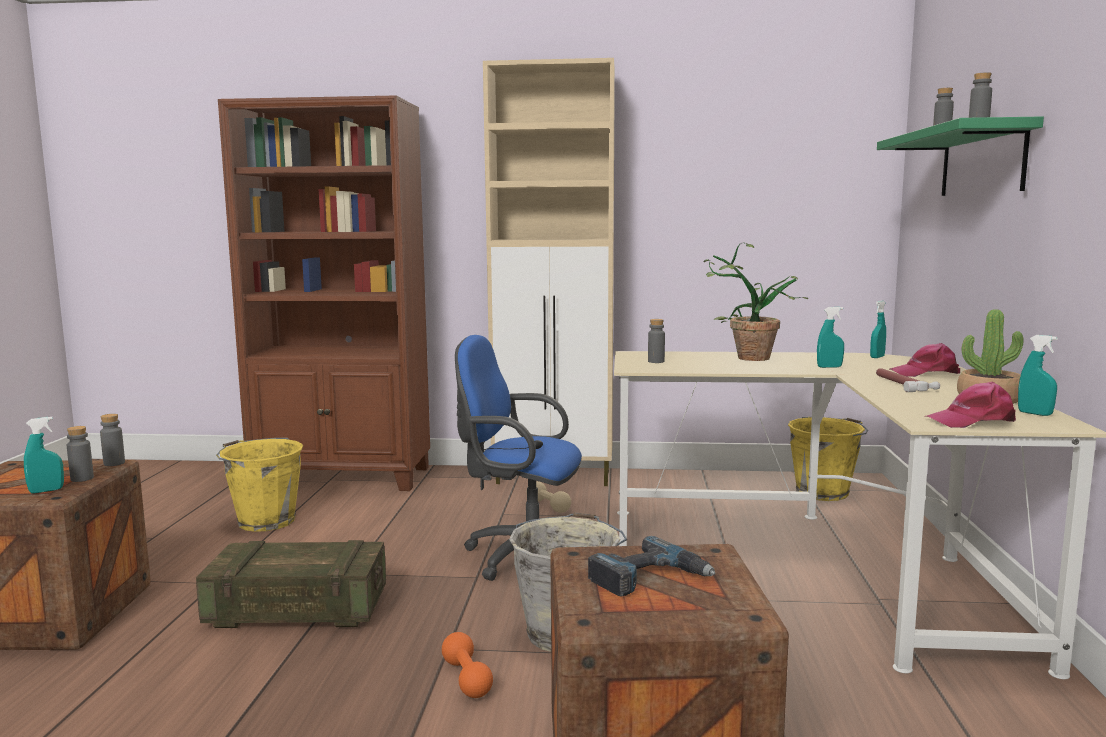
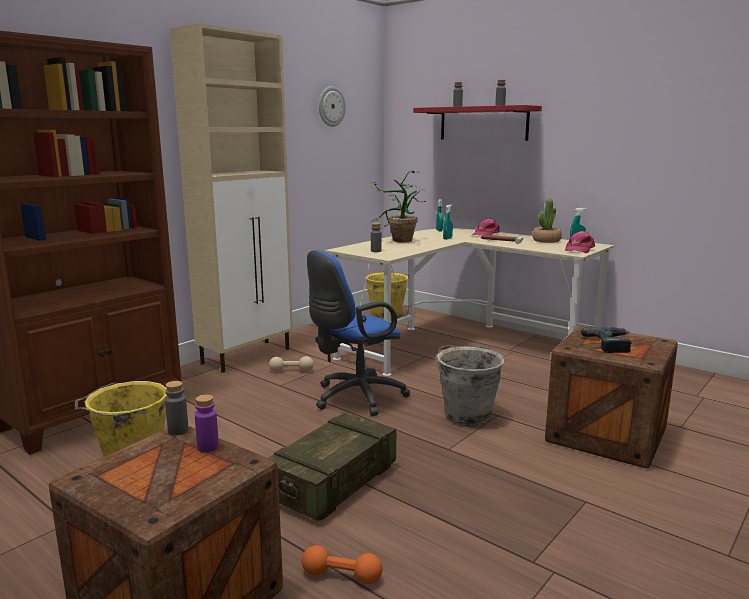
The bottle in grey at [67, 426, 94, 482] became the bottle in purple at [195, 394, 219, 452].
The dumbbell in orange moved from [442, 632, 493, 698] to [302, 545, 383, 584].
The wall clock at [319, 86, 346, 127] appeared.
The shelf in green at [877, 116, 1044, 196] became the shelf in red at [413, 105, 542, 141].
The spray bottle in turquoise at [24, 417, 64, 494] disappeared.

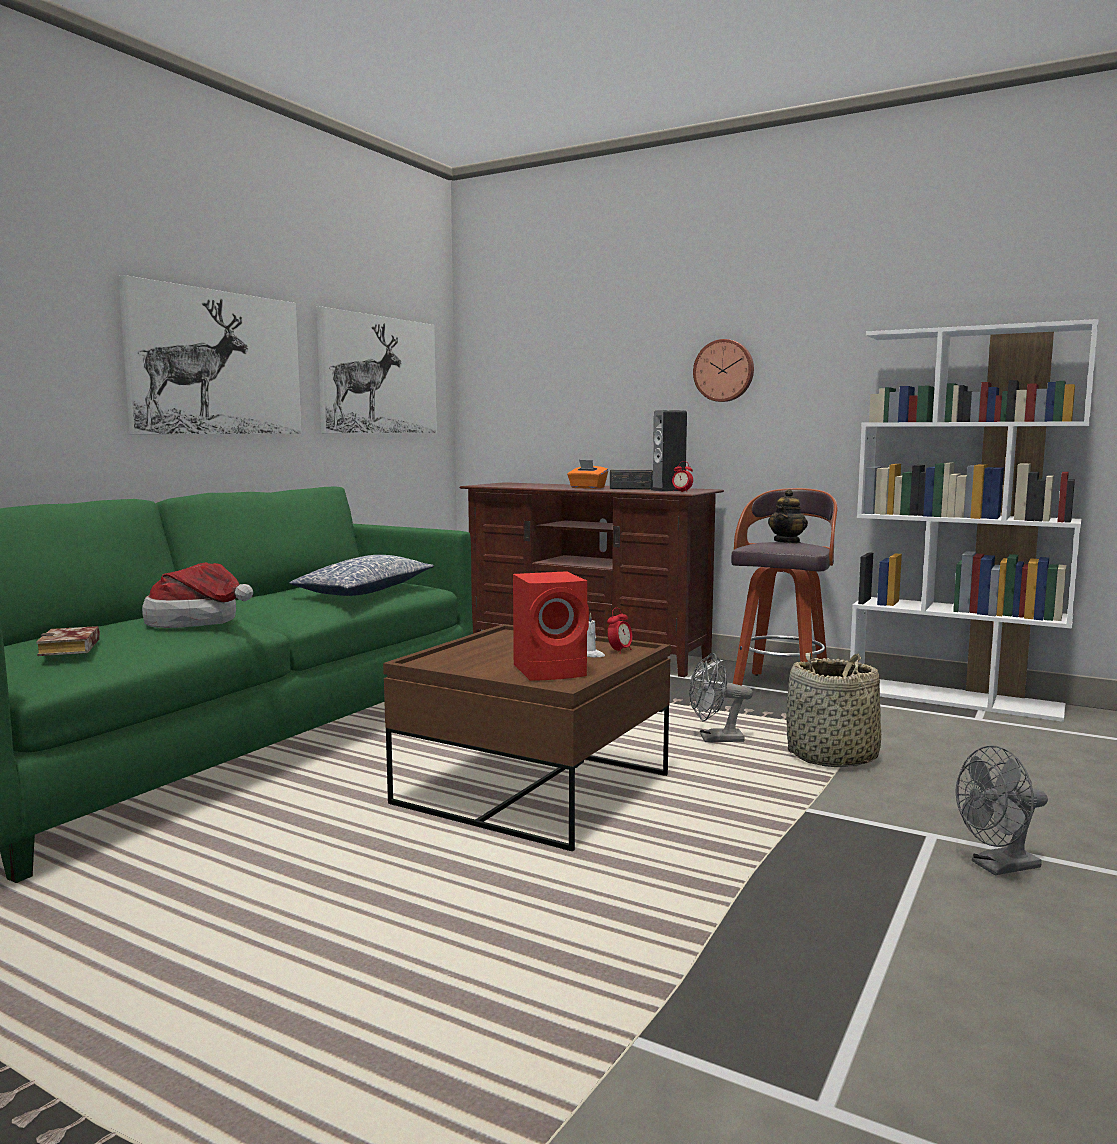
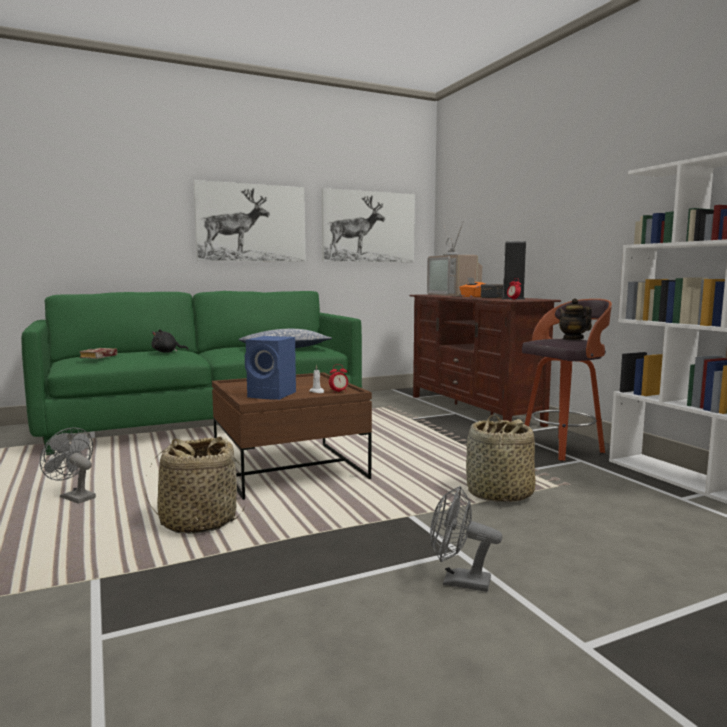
The fan in grey moved from [689, 653, 753, 742] to [40, 427, 96, 504].
The basket at [145, 437, 246, 534] appeared.
The hat at [142, 562, 253, 628] was replaced by the plush toy in black at [152, 329, 188, 352].
The speaker in red at [513, 571, 589, 681] became the speaker in blue at [245, 336, 296, 400].
The television at [427, 223, 482, 296] appeared.
The teapot at [768, 489, 808, 544] turned 90 degrees clockwise.
The wall clock at [693, 339, 754, 402] disappeared.

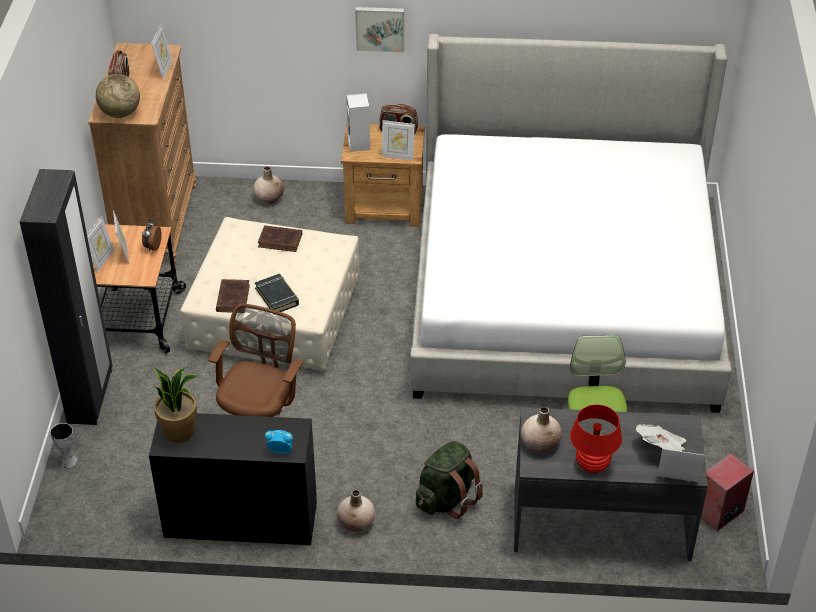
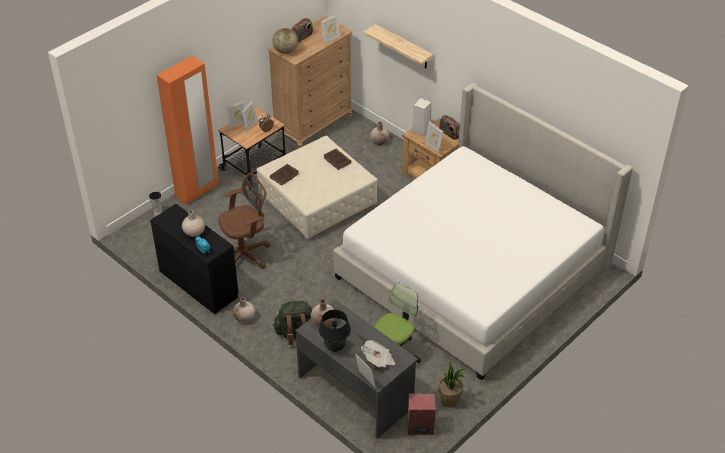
The wardrobe in black at [20, 169, 113, 425] became the wardrobe in orange at [156, 56, 219, 205].
The vase in beige at [182, 210, 205, 237] appeared.
The table lamp in red at [570, 404, 622, 473] became the table lamp in black at [319, 309, 351, 352].
The shelf at [364, 24, 433, 68] appeared.
The potted plant moved from [153, 368, 197, 443] to [438, 360, 466, 407].
The book in black at [255, 274, 299, 315] disappeared.
The picture at [355, 7, 404, 53] disappeared.

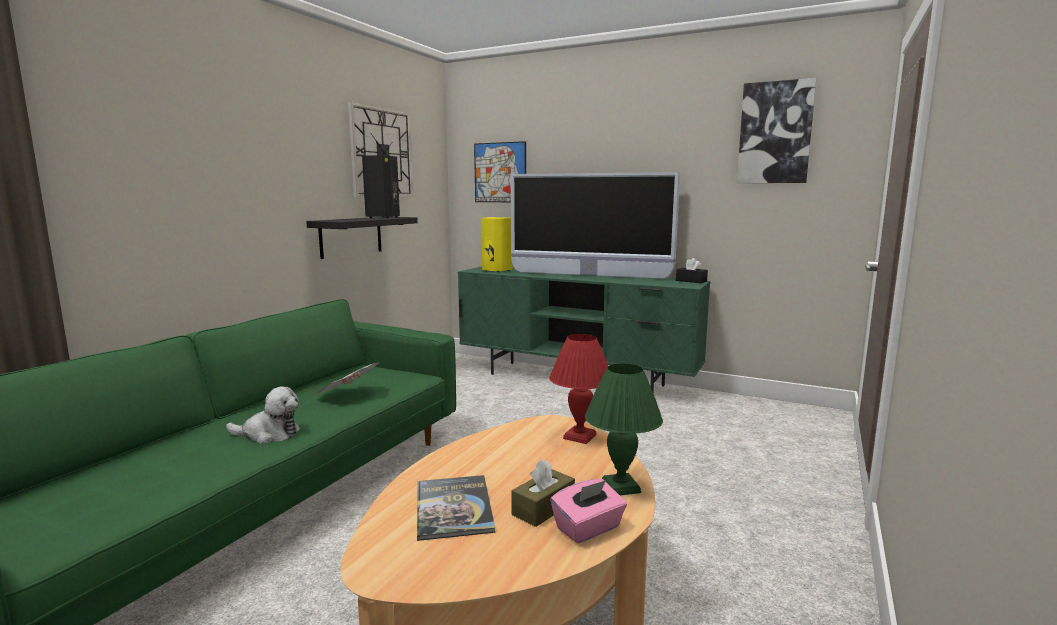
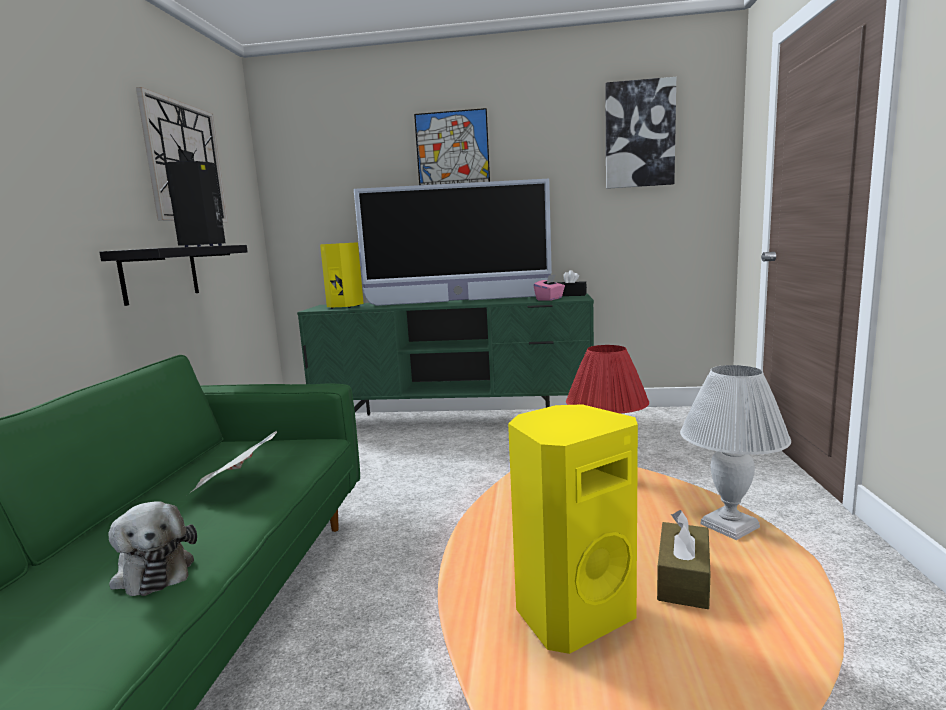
The plush toy at [226, 386, 300, 444] turned 75 degrees clockwise.
The picture moved from [474, 141, 526, 202] to [414, 108, 490, 185].
The book at [417, 475, 495, 541] was replaced by the speaker in yellow at [508, 404, 638, 654].
The tissue box in pink moved from [550, 479, 627, 544] to [534, 274, 565, 301].
The table lamp in green at [585, 363, 663, 495] became the table lamp in white at [680, 365, 791, 540].

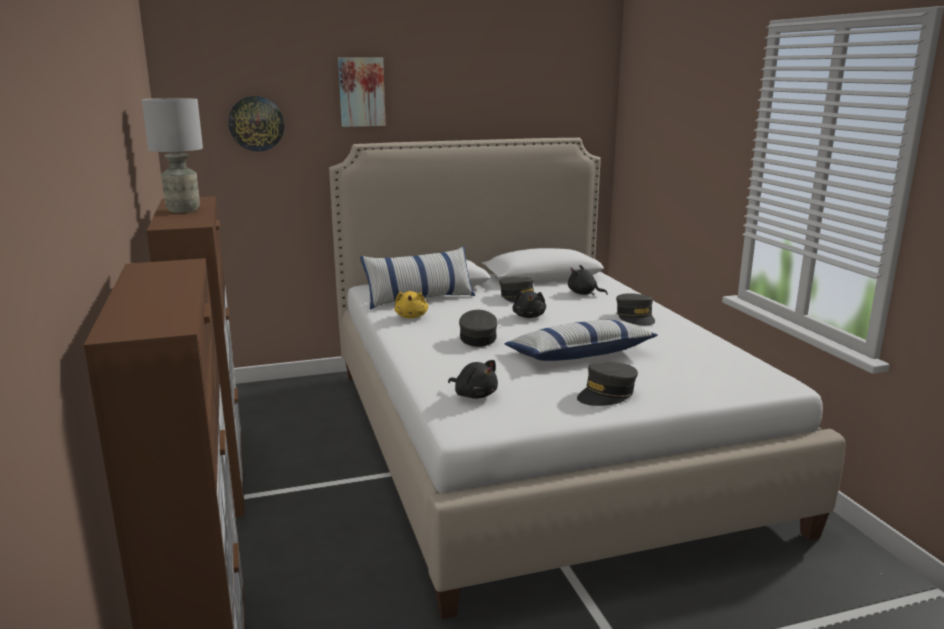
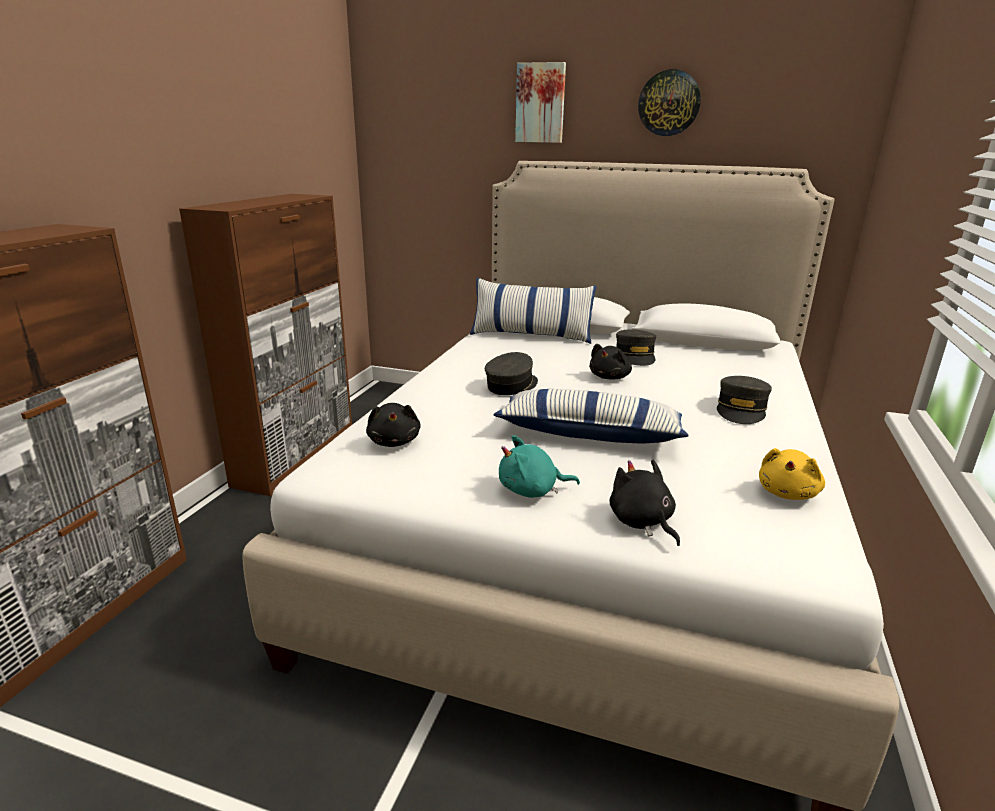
The cap in grey at [577, 362, 638, 406] was replaced by the plush toy in turquoise at [499, 435, 580, 498].
The plush toy in black moved from [568, 265, 608, 295] to [609, 460, 680, 546].
The wall clock moved from [229, 96, 284, 152] to [638, 69, 701, 136].
The plush toy in yellow moved from [395, 291, 428, 318] to [759, 448, 825, 500].
The table lamp in grey at [142, 98, 203, 213] disappeared.

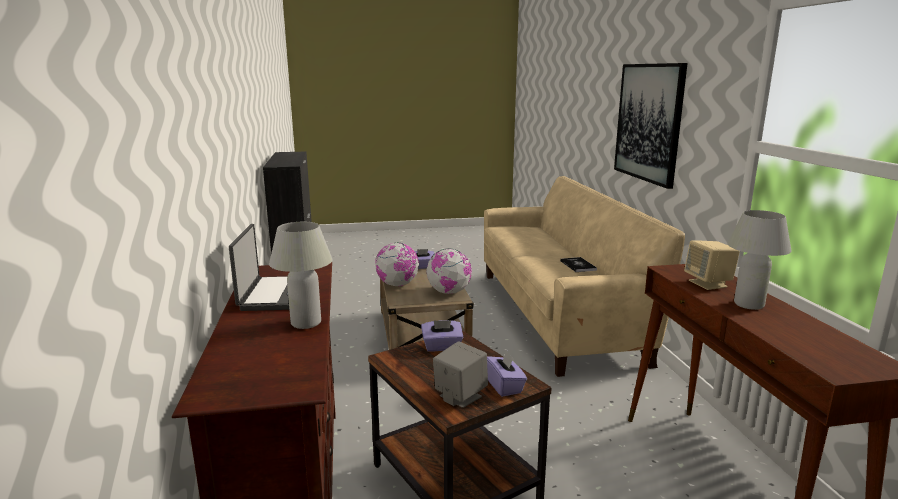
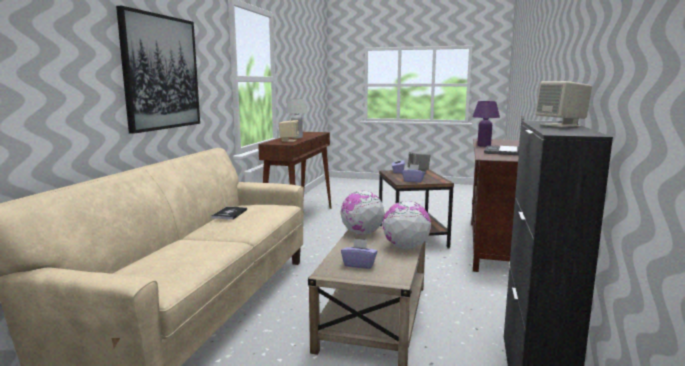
The table lamp in white at [269, 222, 333, 329] became the table lamp in purple at [472, 101, 500, 147].
The speaker in beige at [535, 81, 592, 127] appeared.

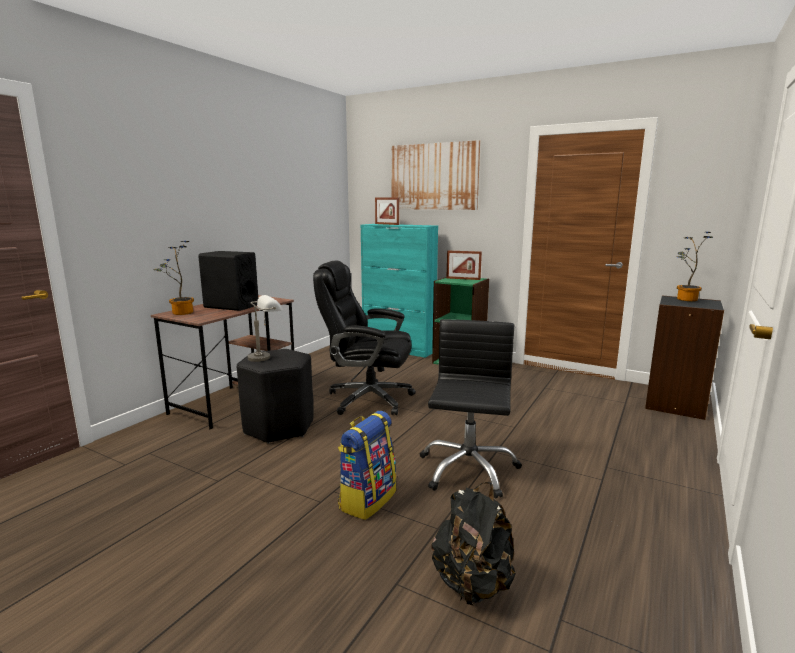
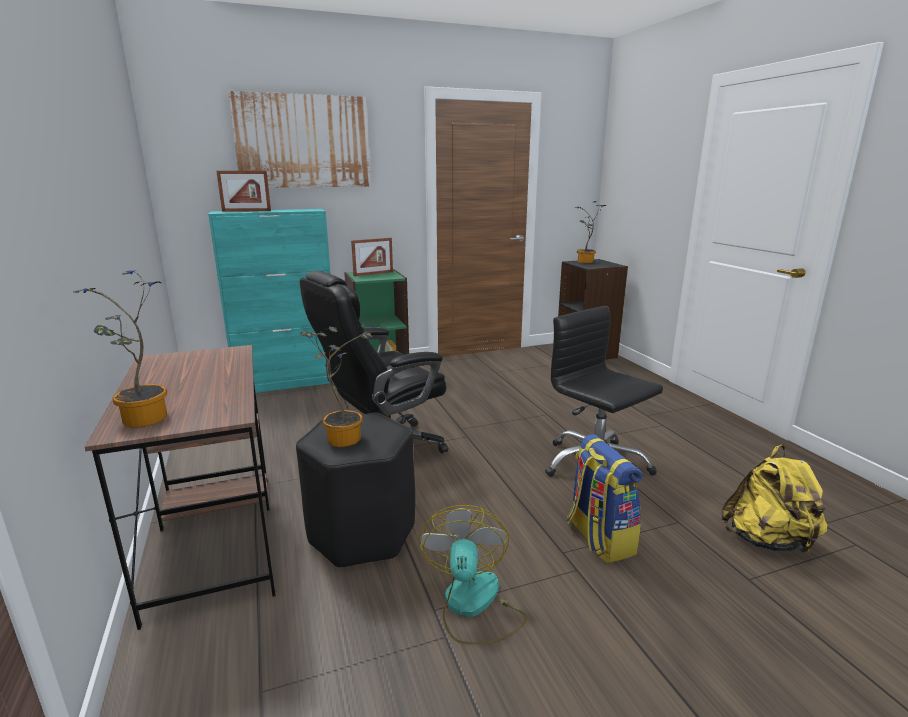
The table lamp in grey at [248, 295, 283, 362] was replaced by the potted plant at [300, 326, 372, 447].
The fan at [419, 505, 527, 645] appeared.
The backpack in black at [431, 482, 515, 606] became the backpack in yellow at [721, 445, 828, 553].
The speaker in black at [198, 251, 258, 311] disappeared.

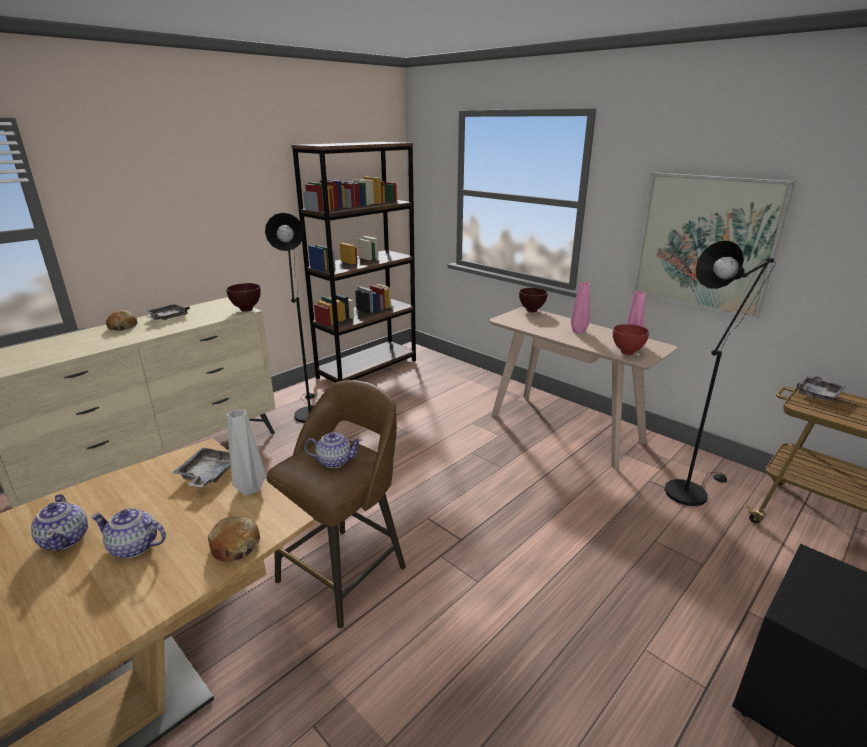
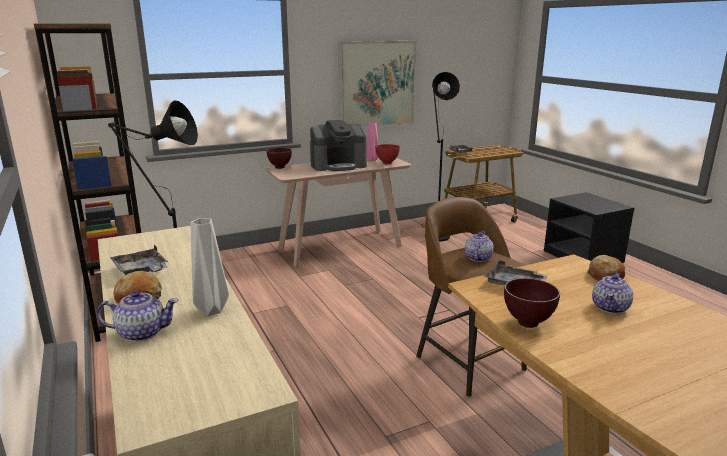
The teapot moved from [31, 494, 88, 551] to [97, 291, 179, 342].
The vase in grey moved from [226, 409, 266, 495] to [191, 218, 229, 316].
The vase in pink at [571, 282, 590, 333] was replaced by the coffee machine at [310, 120, 367, 171].
The bowl in brown moved from [226, 283, 261, 312] to [504, 278, 560, 328].

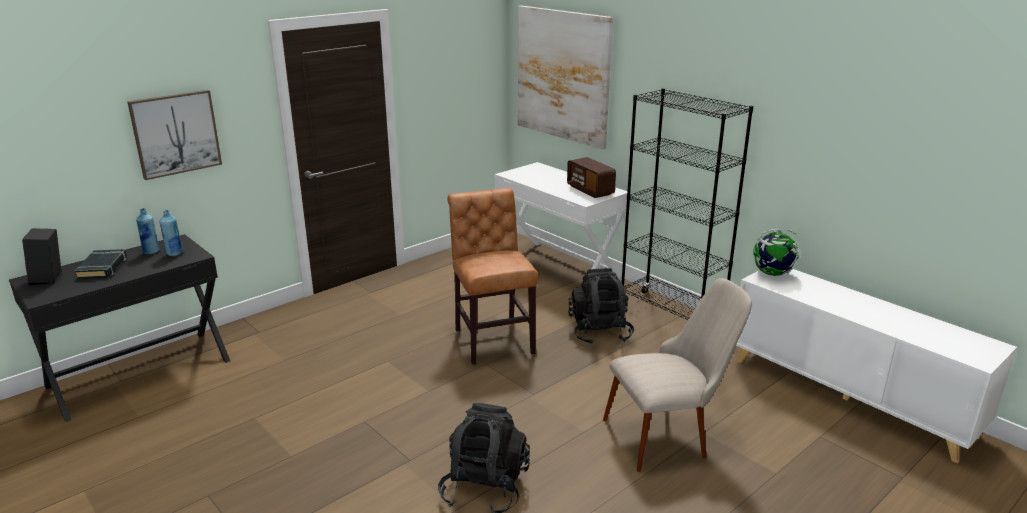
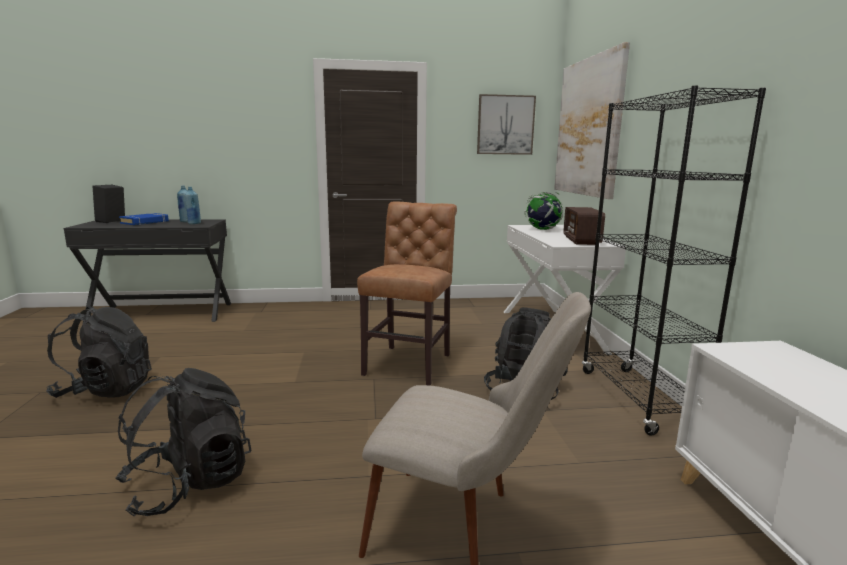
The backpack in black at [46, 307, 152, 398] appeared.
The book in black at [74, 249, 127, 279] became the book in blue at [119, 213, 169, 225].
The picture moved from [127, 90, 222, 180] to [477, 94, 536, 155].
The globe moved from [753, 229, 800, 276] to [524, 192, 563, 230].

